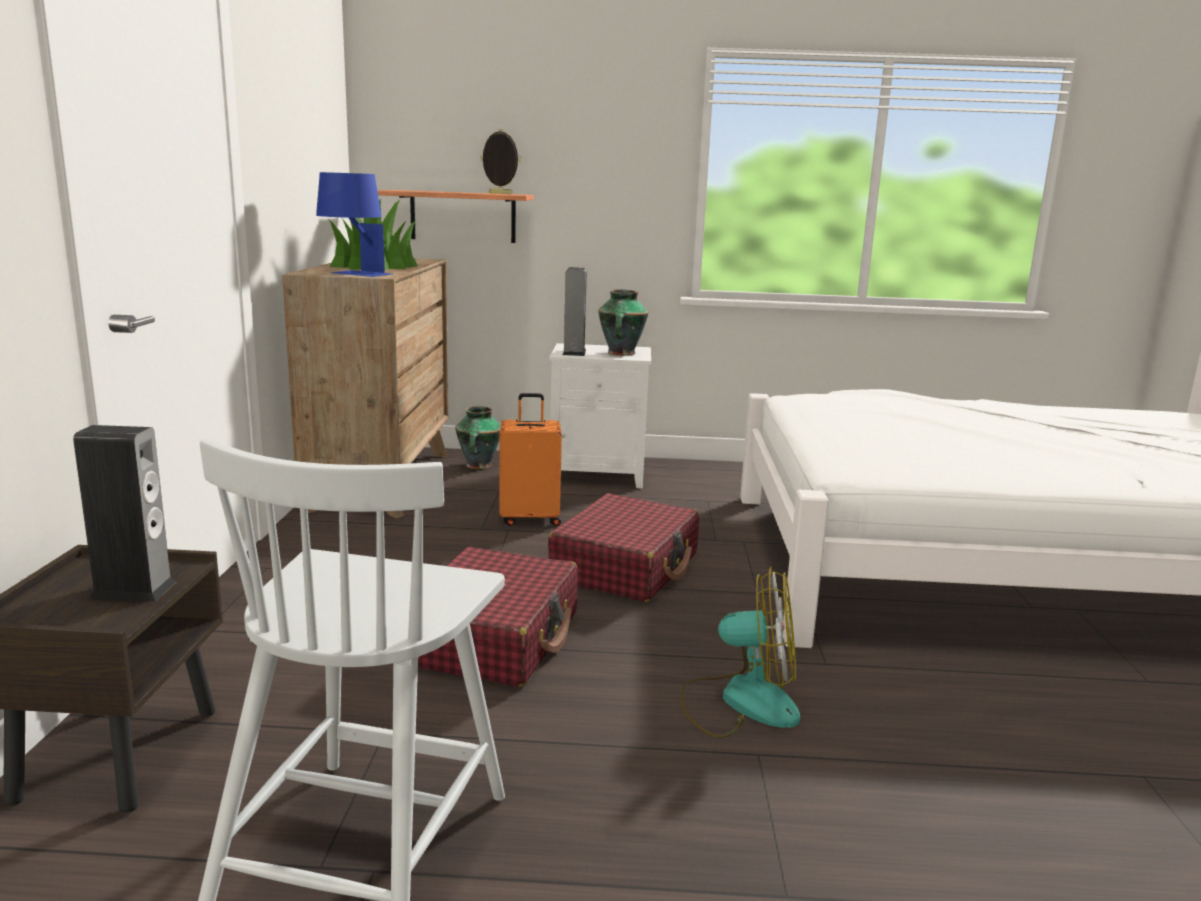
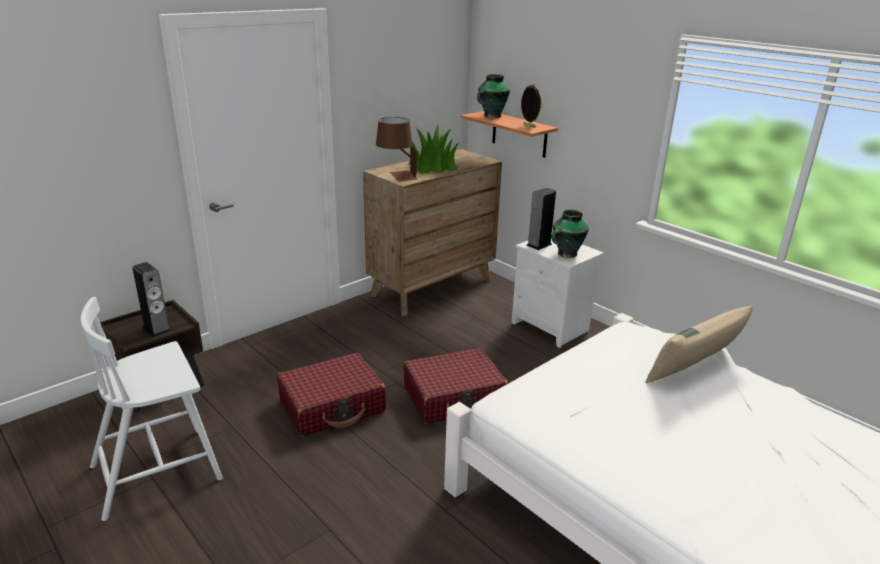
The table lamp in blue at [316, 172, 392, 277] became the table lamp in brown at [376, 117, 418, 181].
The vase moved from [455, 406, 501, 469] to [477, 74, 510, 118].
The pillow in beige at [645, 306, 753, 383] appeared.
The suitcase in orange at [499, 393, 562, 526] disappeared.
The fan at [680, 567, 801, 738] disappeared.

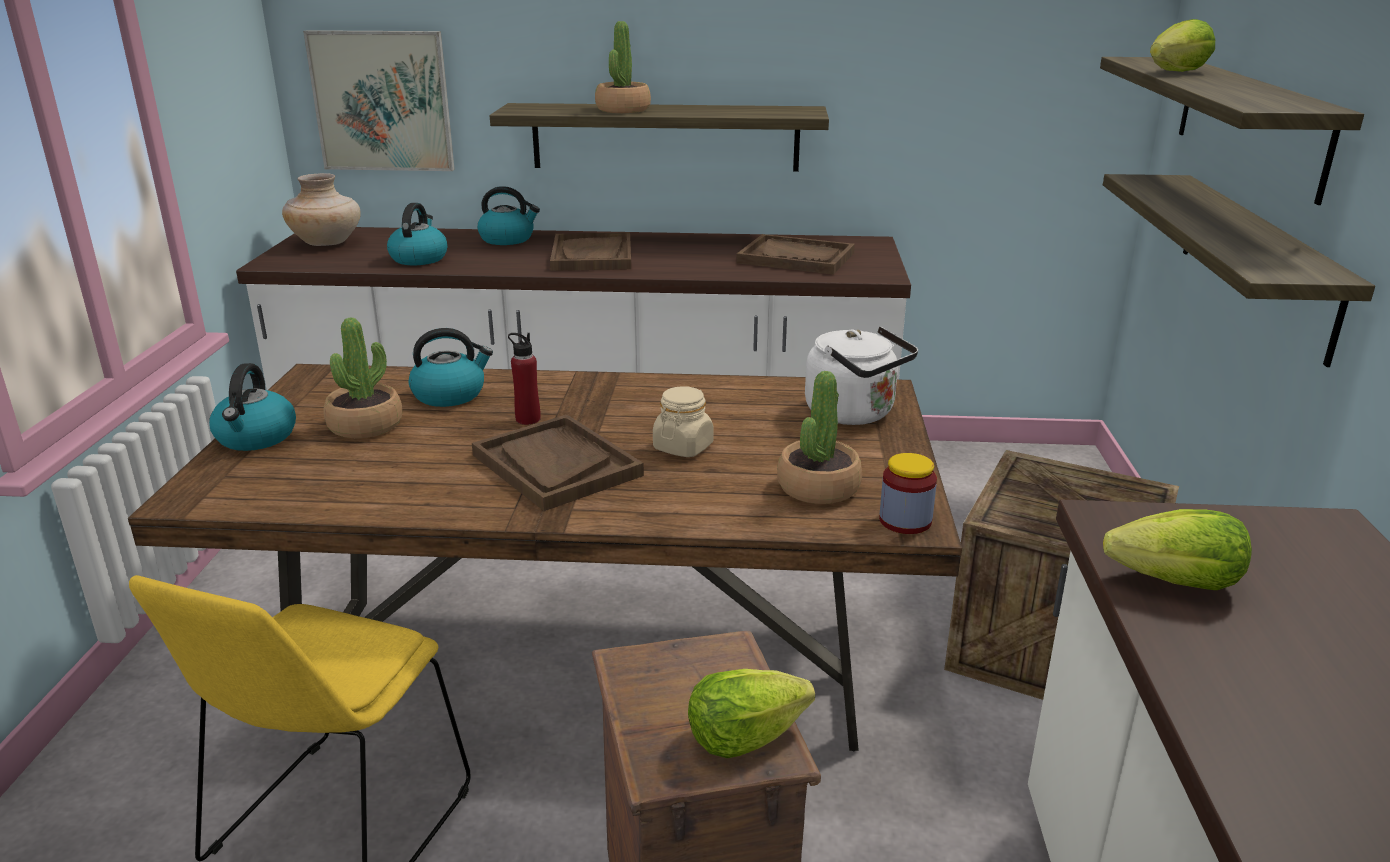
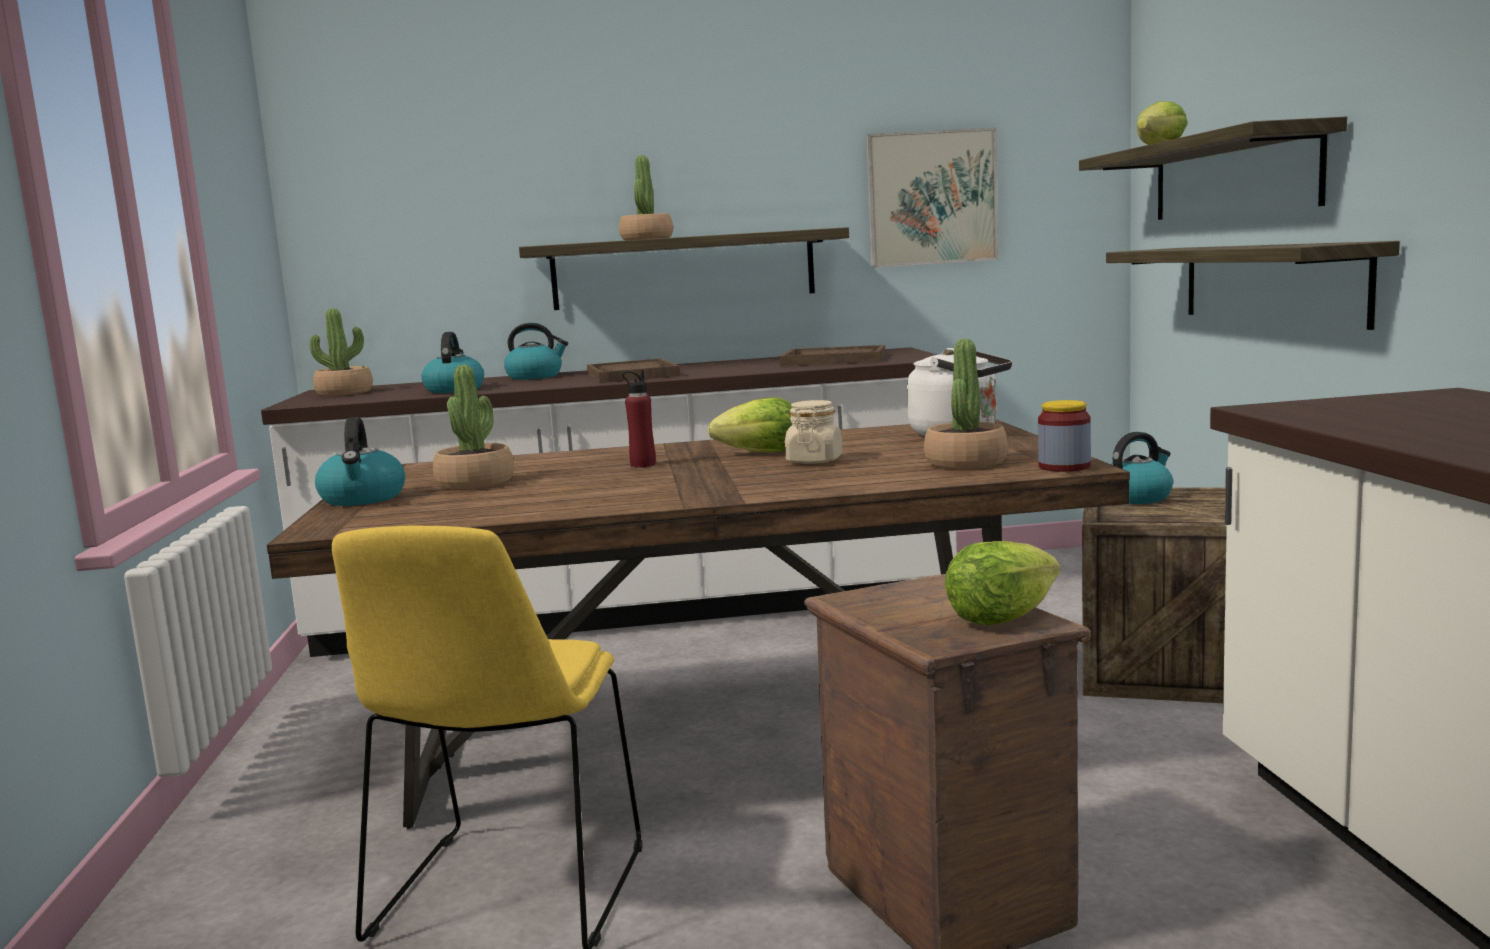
The vase in beige at [282, 173, 361, 246] was replaced by the potted plant at [310, 308, 373, 396].
The lettuce moved from [1103, 509, 1252, 590] to [708, 397, 793, 453].
The picture moved from [303, 30, 455, 171] to [866, 127, 999, 268].
The kettle moved from [409, 328, 493, 407] to [1111, 432, 1173, 504].
The tray in brown at [472, 415, 644, 511] disappeared.

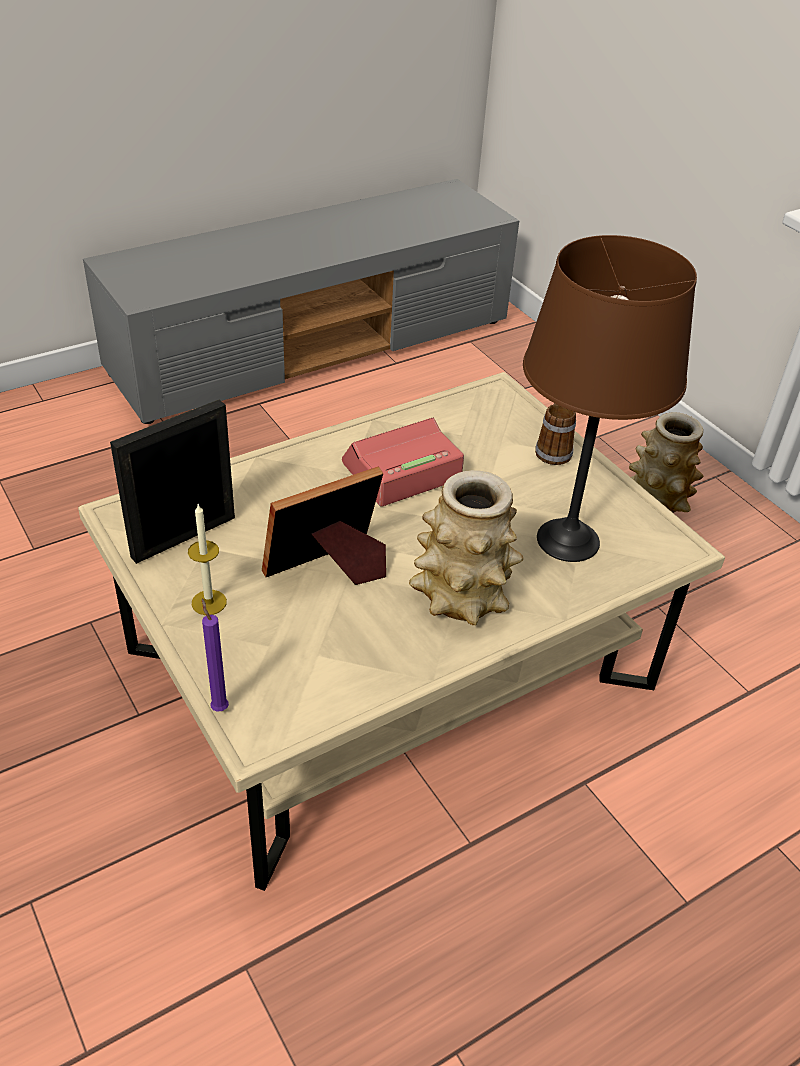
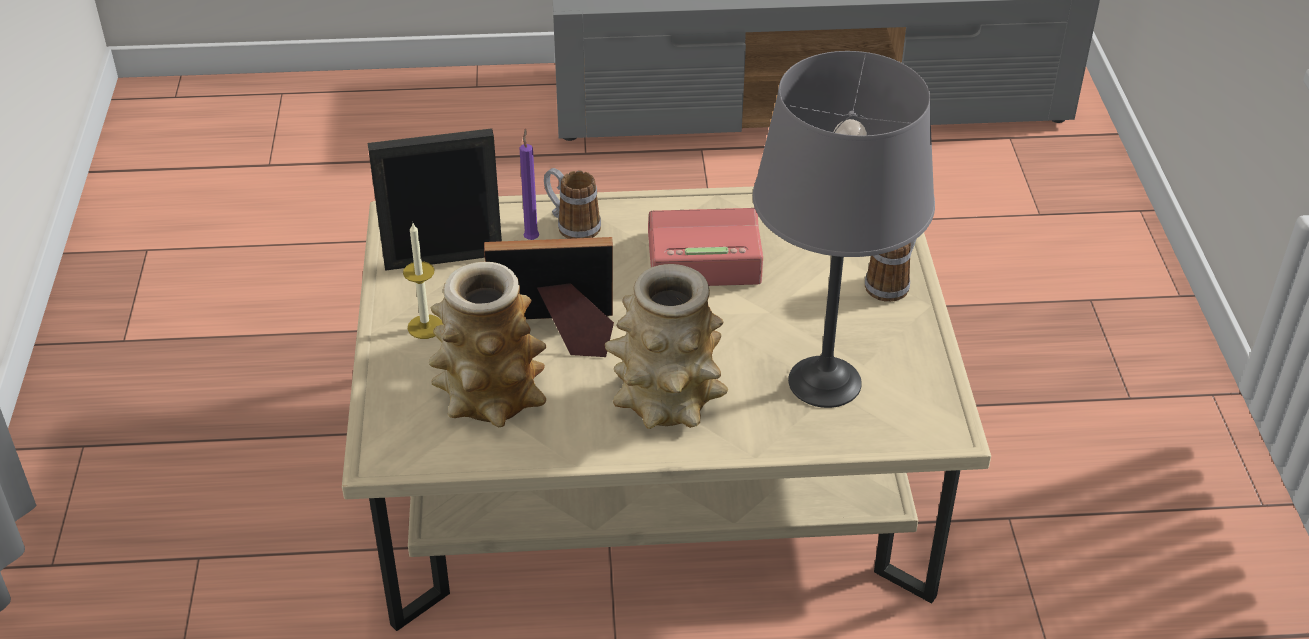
The vase moved from [629, 412, 703, 513] to [429, 262, 546, 427].
The candle in purple moved from [202, 598, 229, 712] to [519, 129, 539, 240].
The mug at [544, 168, 601, 239] appeared.
The table lamp in brown at [523, 235, 697, 562] became the table lamp in grey at [753, 51, 935, 408].

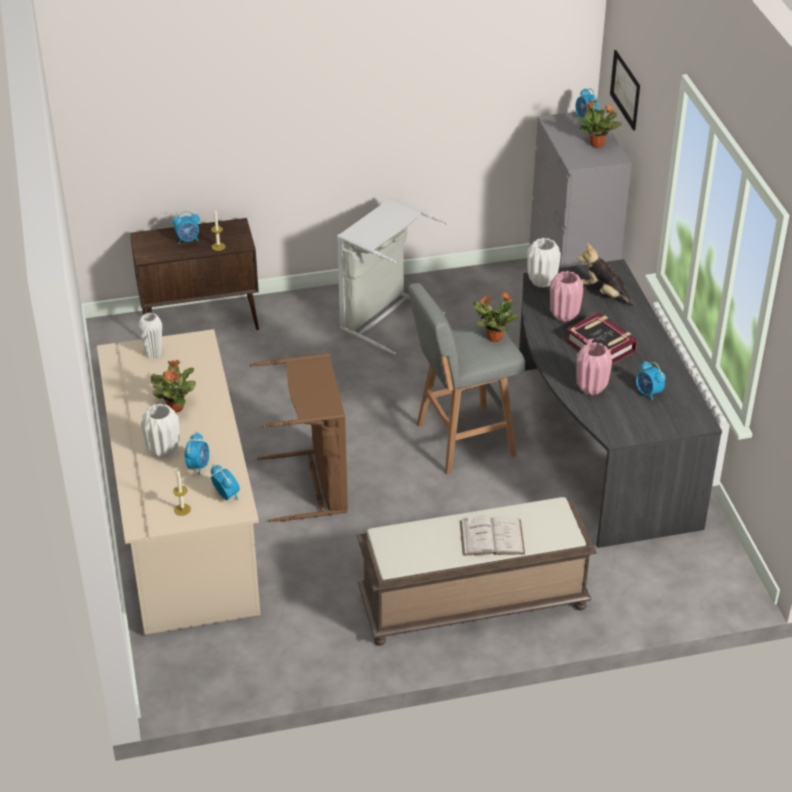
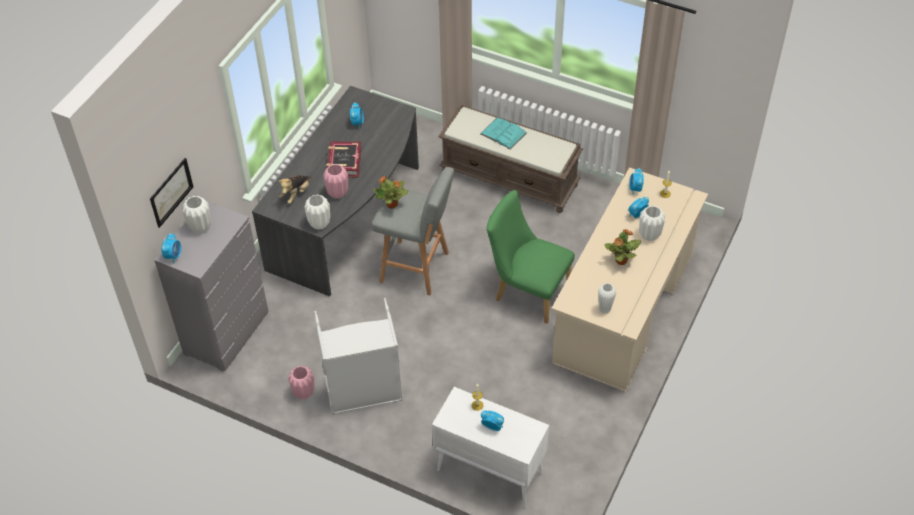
The potted plant at [577, 100, 622, 148] was replaced by the vase in white at [182, 196, 211, 233].
The plush toy at [577, 243, 636, 307] turned 45 degrees clockwise.
The vase in pink moved from [576, 342, 612, 395] to [288, 366, 315, 399].
The cabinet in brown at [130, 218, 259, 330] became the cabinet in white at [432, 387, 549, 508].
The book in white at [460, 516, 525, 556] became the book in turquoise at [480, 117, 527, 150].
The laundry basket in brown at [250, 353, 348, 522] was replaced by the chair in green at [487, 190, 575, 324].

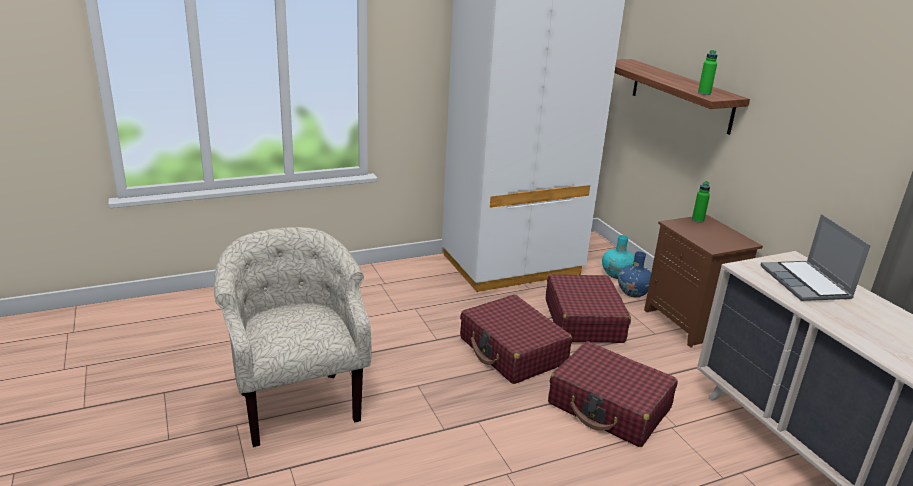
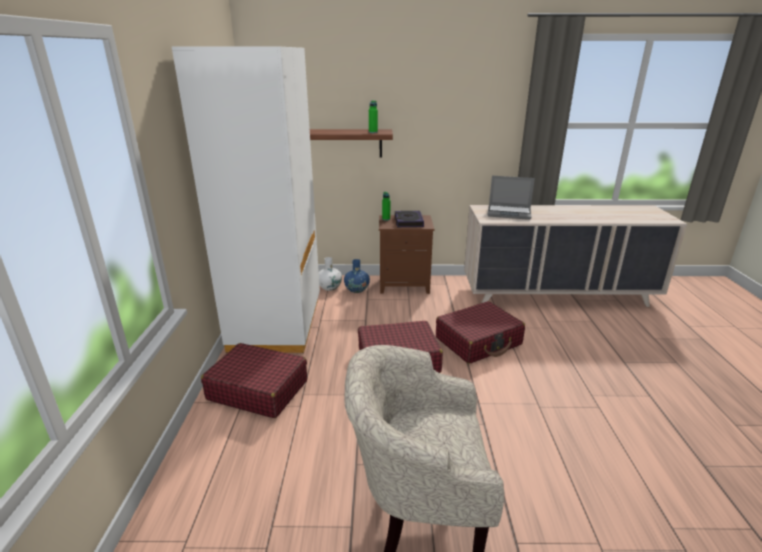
The suitcase in red moved from [546, 274, 631, 343] to [201, 343, 307, 418].
The vase in turquoise at [602, 235, 635, 279] became the vase in white at [319, 257, 342, 291].
The book at [395, 211, 424, 227] appeared.

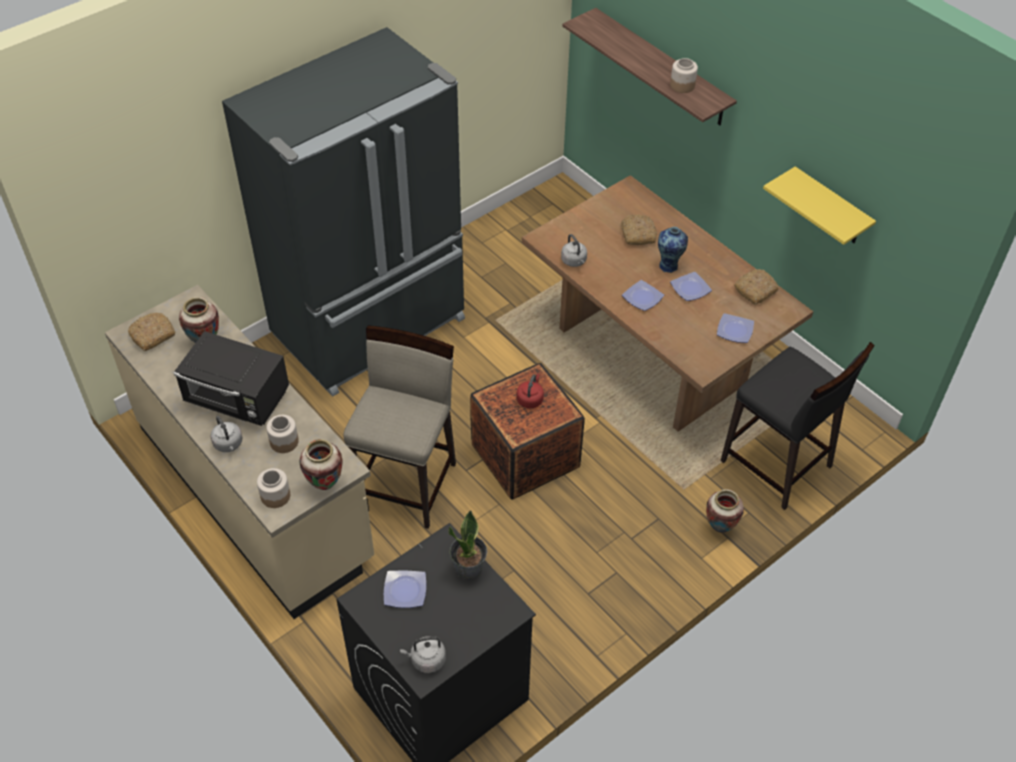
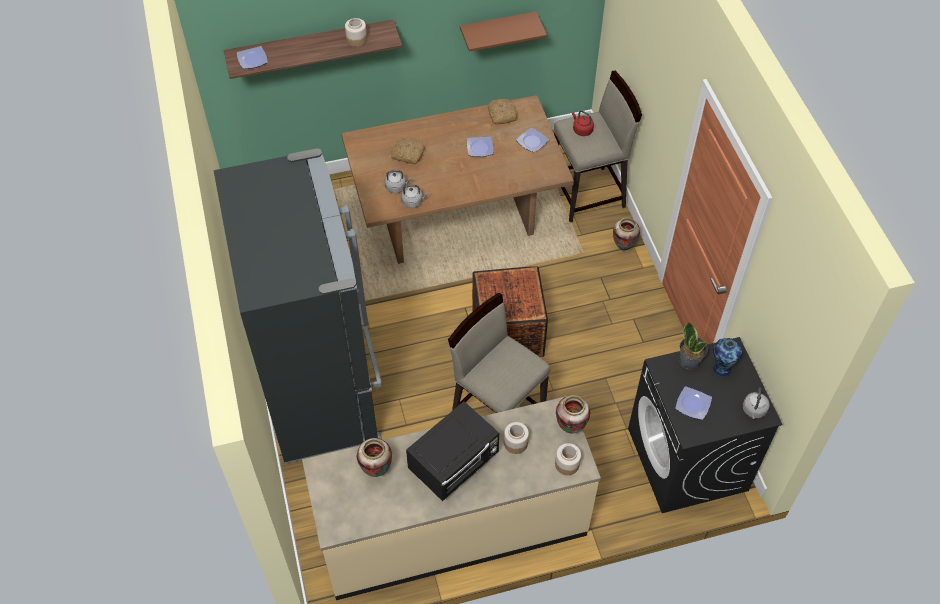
The plate moved from [622, 280, 664, 311] to [237, 46, 268, 69].
The kettle in grey moved from [211, 416, 242, 452] to [384, 170, 412, 193].
The shelf in yellow at [763, 166, 876, 245] became the shelf in brown at [460, 12, 547, 52].
The stool in black at [721, 342, 875, 510] became the stool in beige at [554, 70, 642, 222].
The kettle in red moved from [517, 374, 544, 409] to [572, 110, 594, 136].
The vase moved from [658, 227, 688, 273] to [713, 338, 743, 377].
The bread at [128, 313, 175, 351] disappeared.

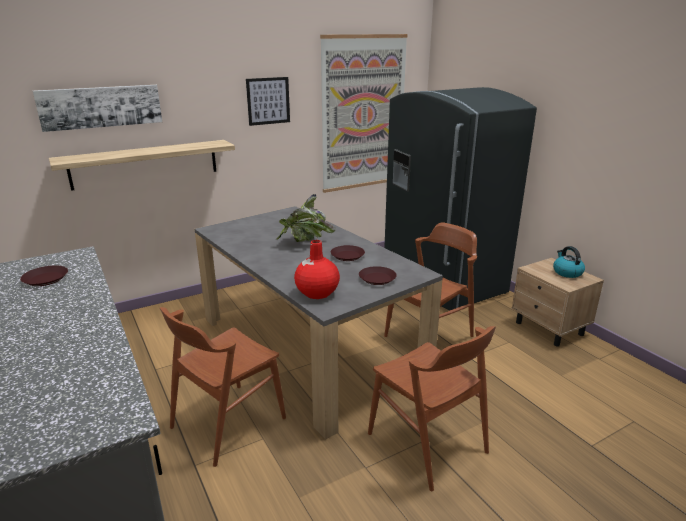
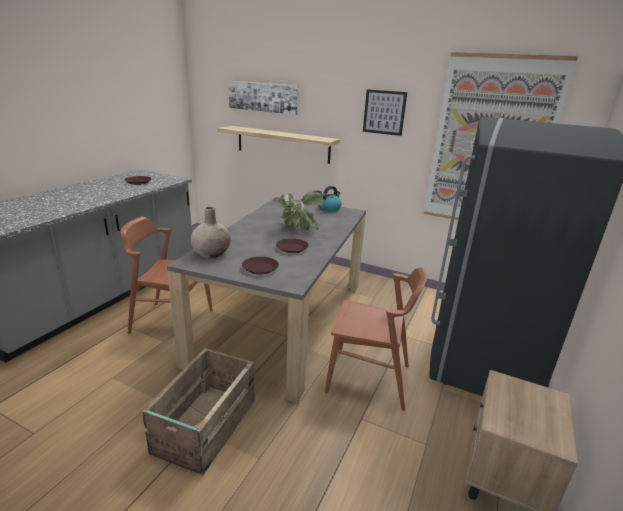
The chair in brown at [368, 326, 496, 491] was replaced by the crate at [142, 348, 254, 476].
The vase in red at [294, 240, 340, 299] became the vase in beige at [191, 207, 231, 258].
The kettle moved from [553, 246, 585, 278] to [318, 186, 342, 212].

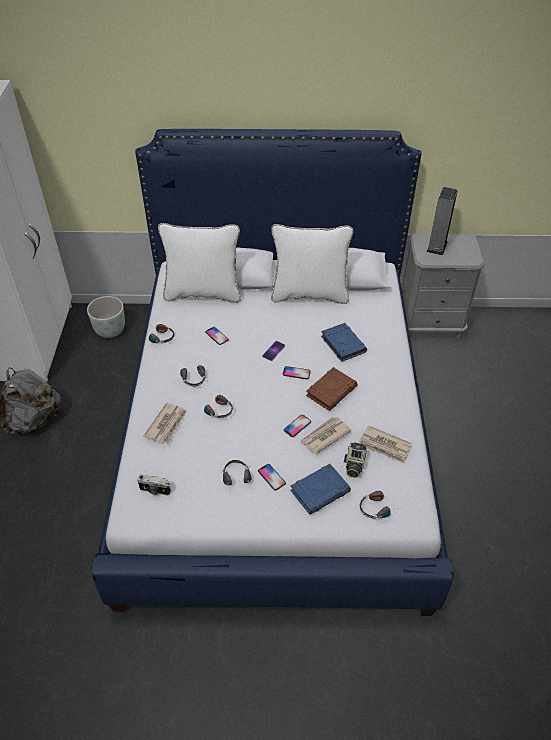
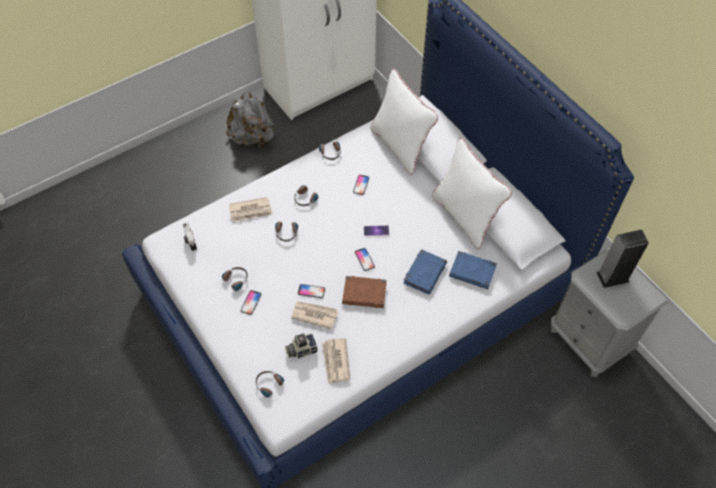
The book in blue moved from [290, 464, 351, 515] to [449, 251, 497, 289].
The planter in grey at [87, 296, 125, 338] disappeared.

